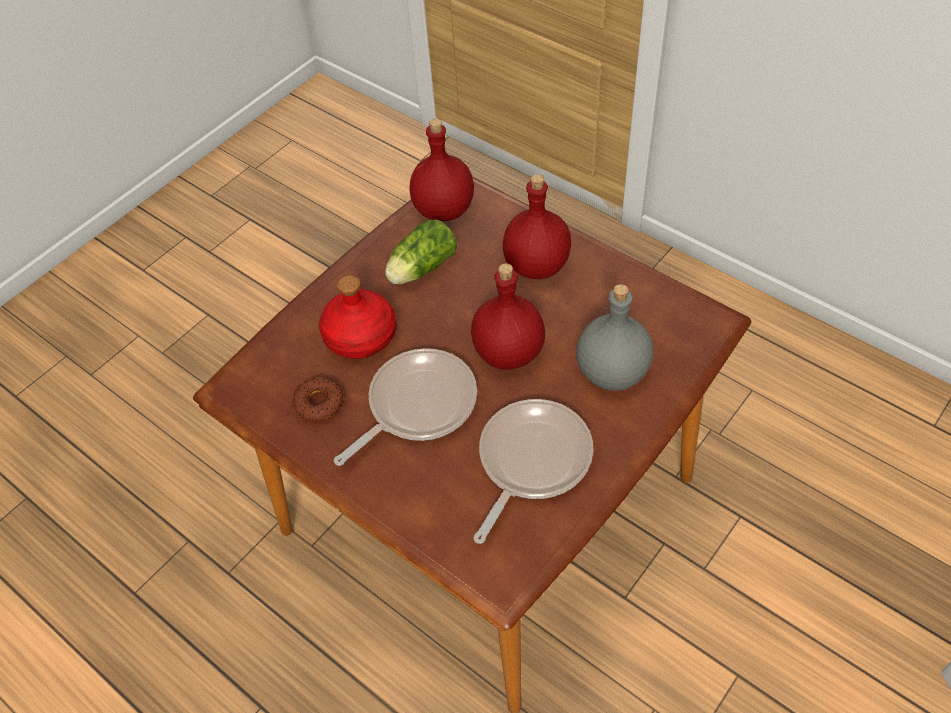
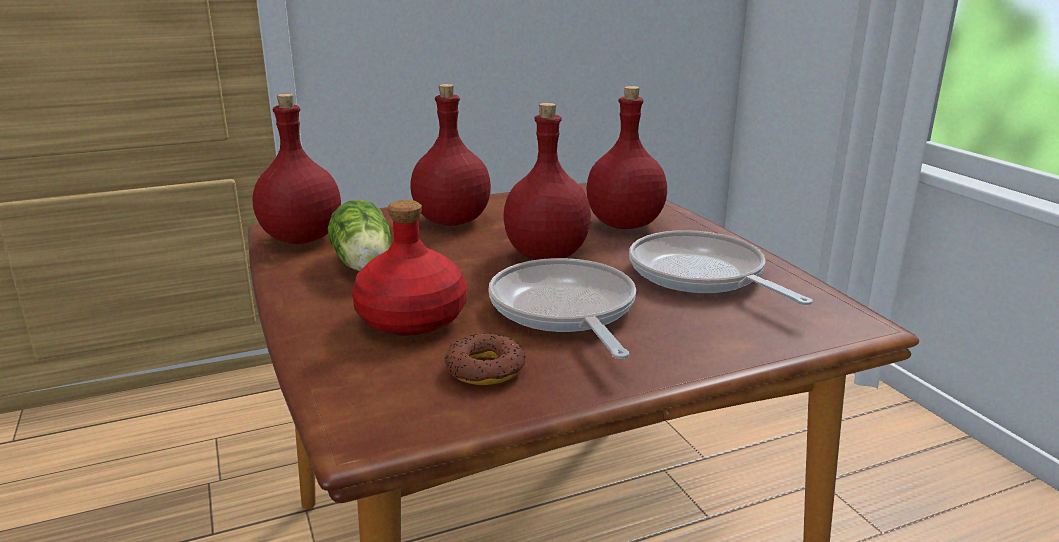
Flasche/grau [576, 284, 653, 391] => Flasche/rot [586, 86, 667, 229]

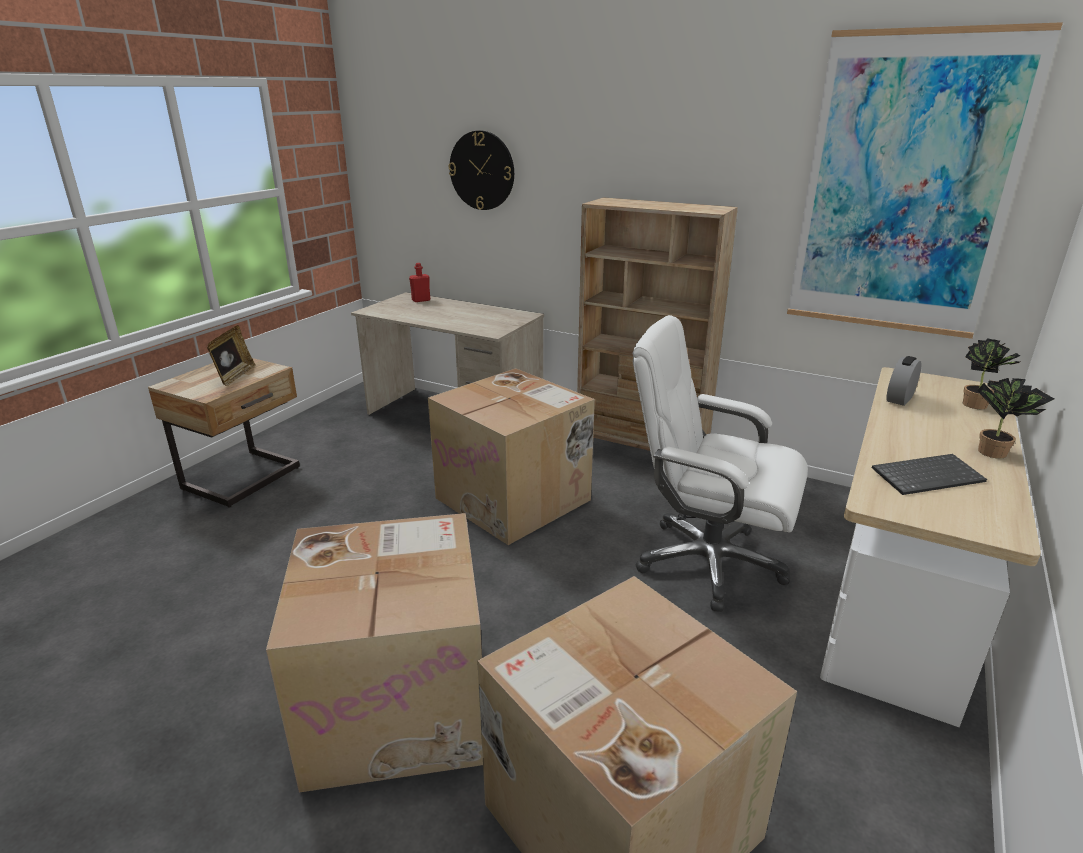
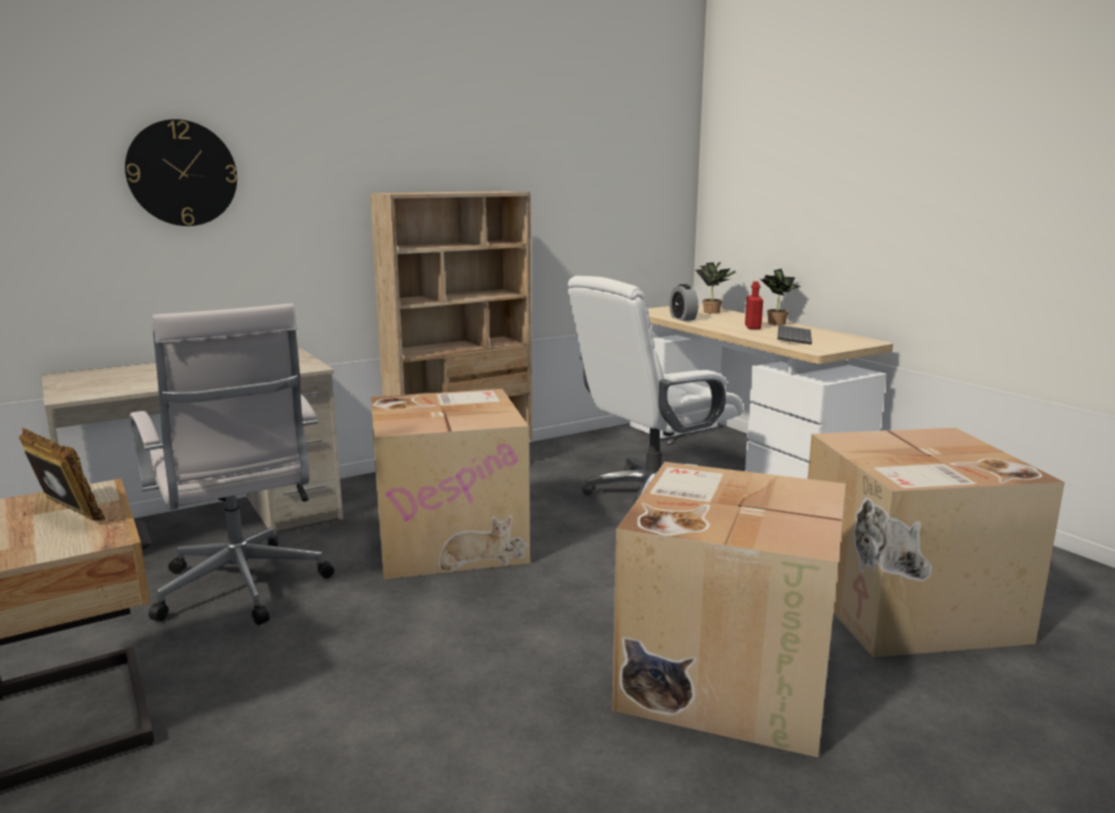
Bild [787, 22, 1063, 339] => nothing
nothing => Bürostuhl/weiß [130, 304, 334, 625]
Flasche/rot [409, 263, 430, 302] => Flasche/rot [745, 281, 763, 329], moved

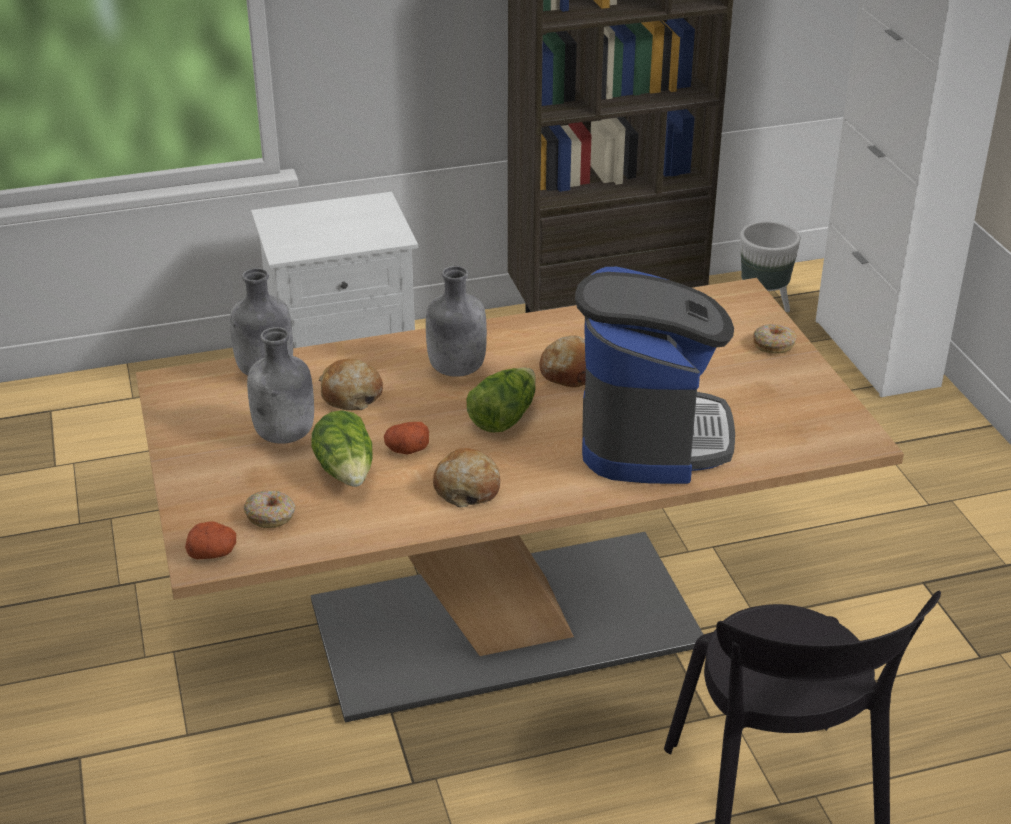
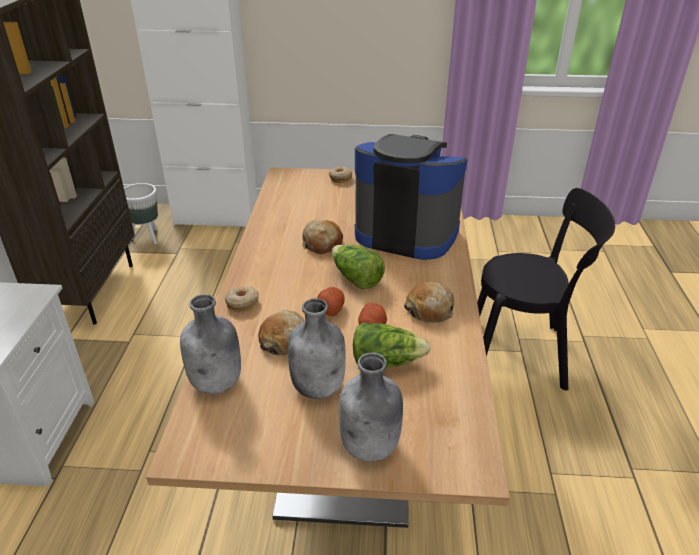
Kartoffel [185, 521, 236, 559] => Kartoffel [317, 287, 345, 316], moved
Donut [244, 491, 296, 528] => Donut [225, 287, 259, 312], moved
Flasche/grau [426, 266, 487, 377] => Flasche/grau [339, 352, 403, 461], moved

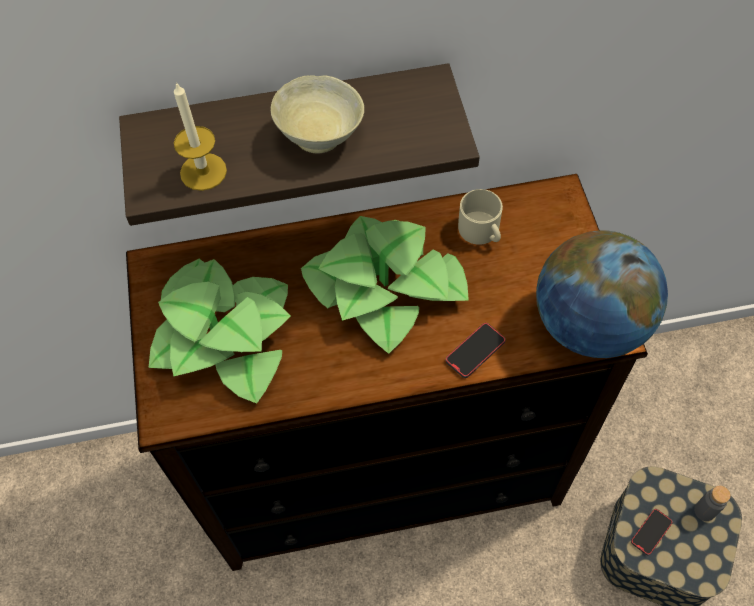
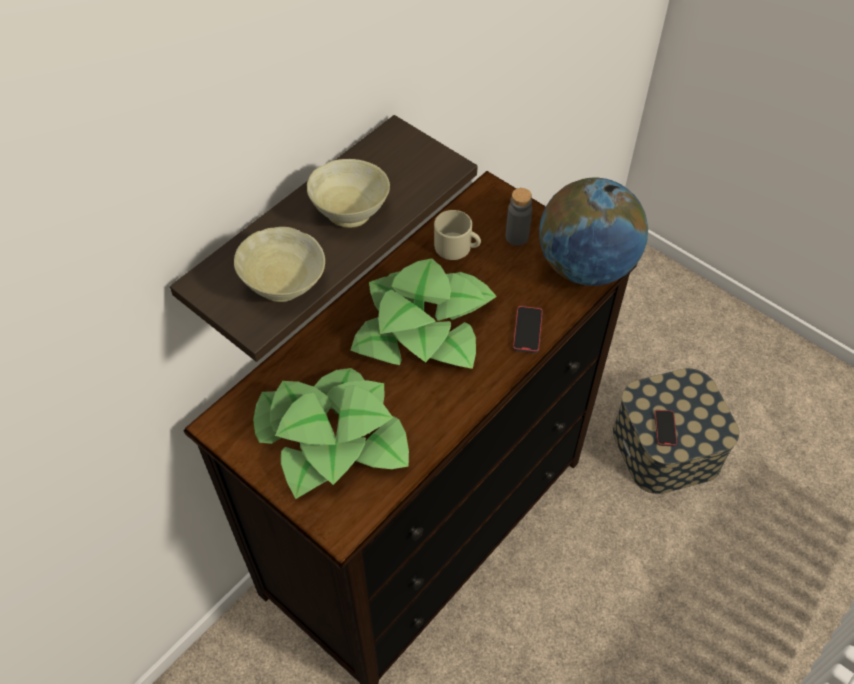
Flasche/grau [694, 485, 731, 521] => Flasche/grau [506, 188, 532, 246], moved
Kerze [174, 82, 227, 191] => Schüssel/beige [234, 227, 325, 302]

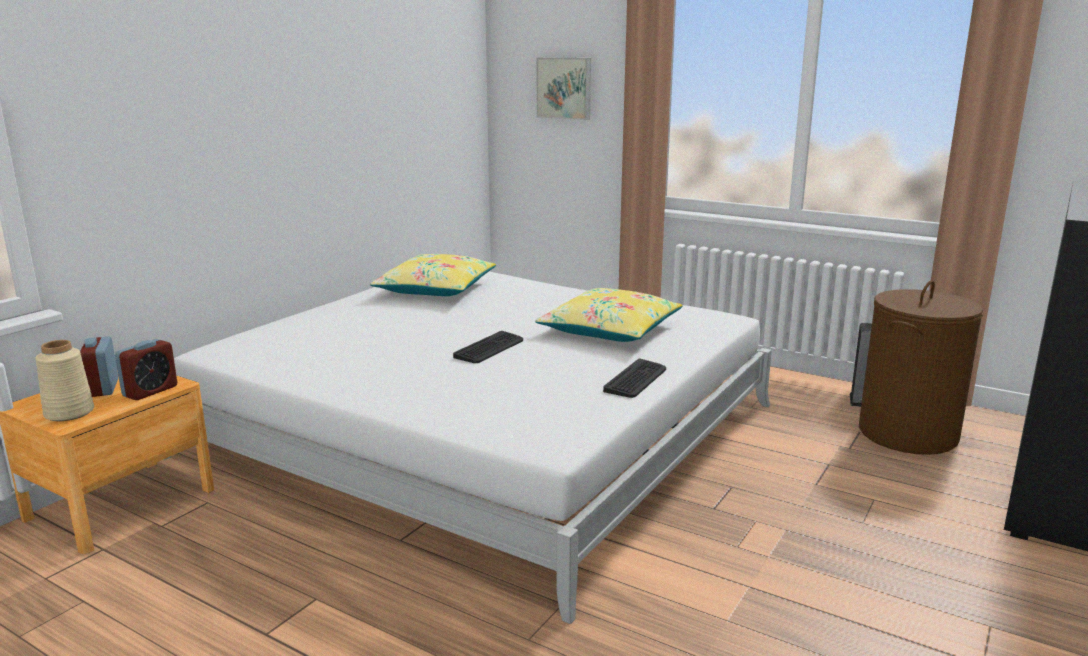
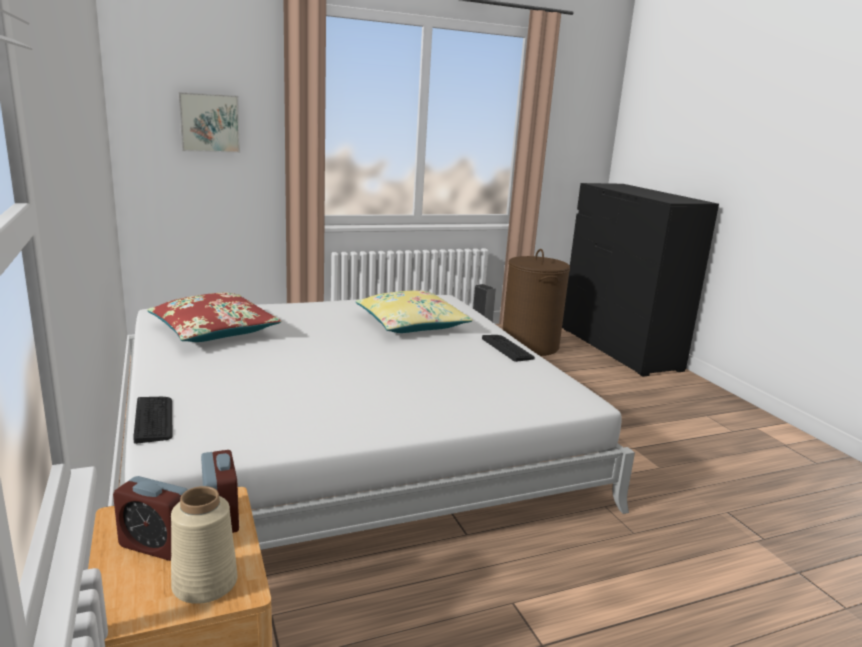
Tastatur [453, 331, 523, 363] => Tastatur [133, 397, 172, 444], moved
Kissen/gelb [370, 254, 496, 296] => Kissen/rot [147, 293, 281, 342]

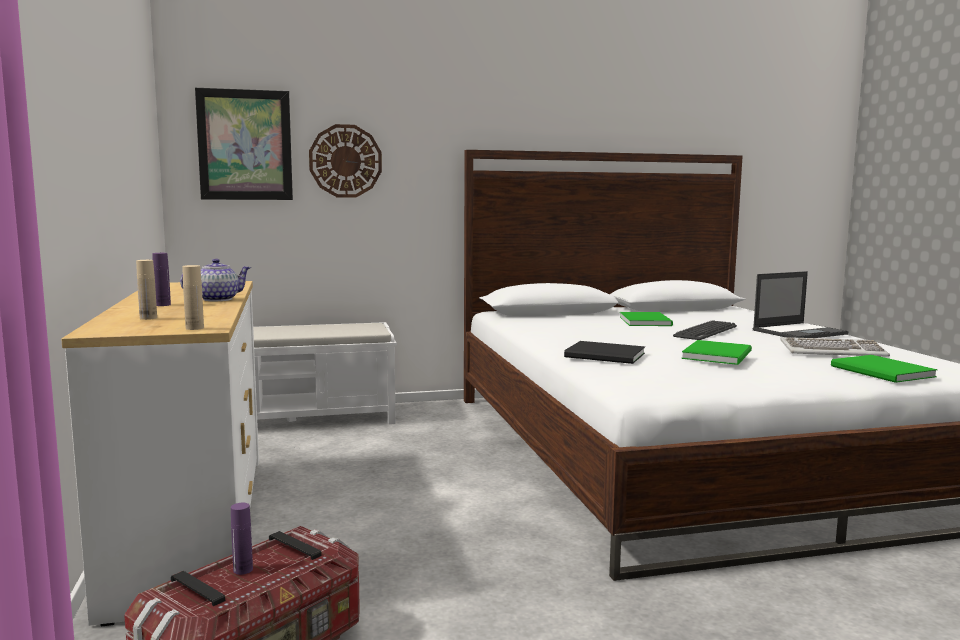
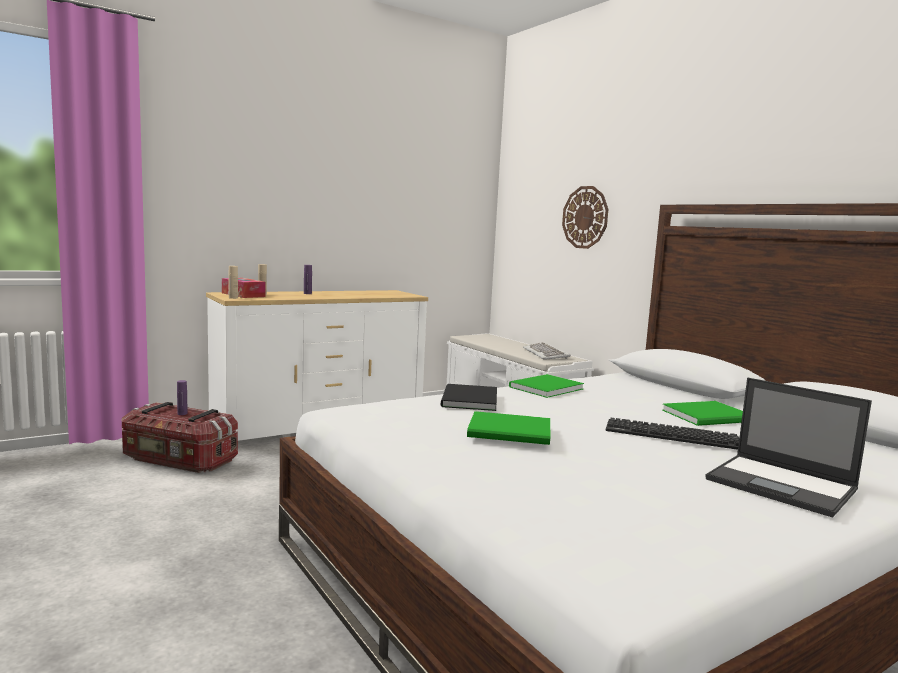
Teekanne [180, 259, 251, 301] => nothing
Bild [195, 88, 293, 200] => nothing
nothing => Taschentuchbox [222, 278, 265, 298]
Tastatur [780, 337, 890, 357] => Tastatur [523, 342, 571, 360], moved
Buch/grün [831, 355, 938, 383] => Buch/grün [509, 374, 584, 398], moved

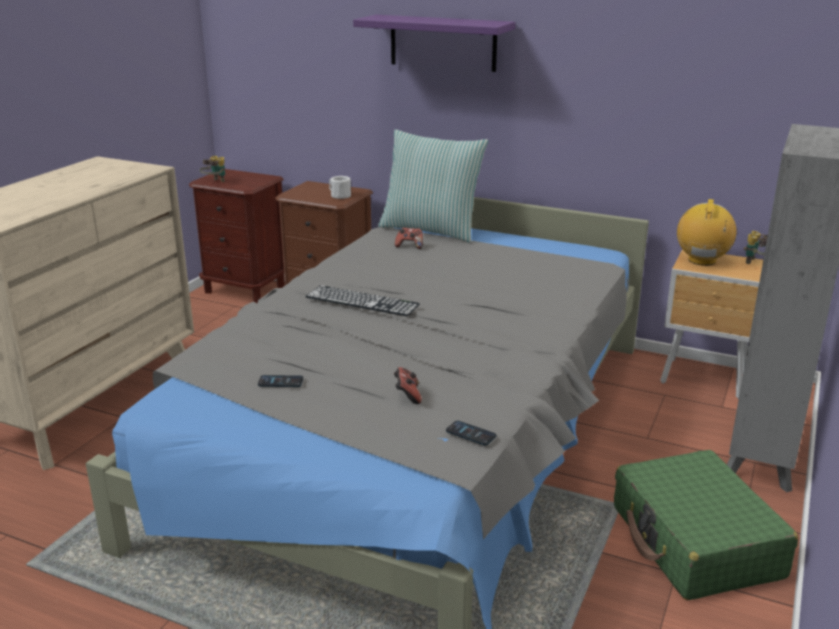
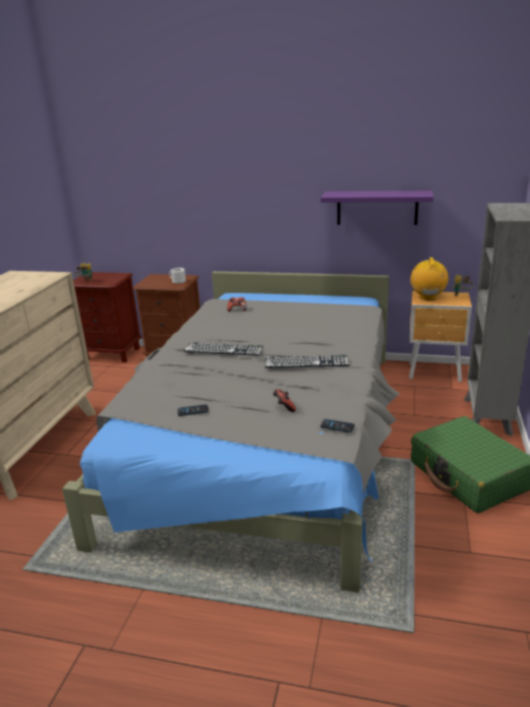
Kissen [378, 129, 488, 243] => nothing
nothing => Tastatur [265, 355, 349, 368]
Wandregal/lila [353, 15, 515, 72] => Wandregal/lila [320, 190, 433, 225], moved

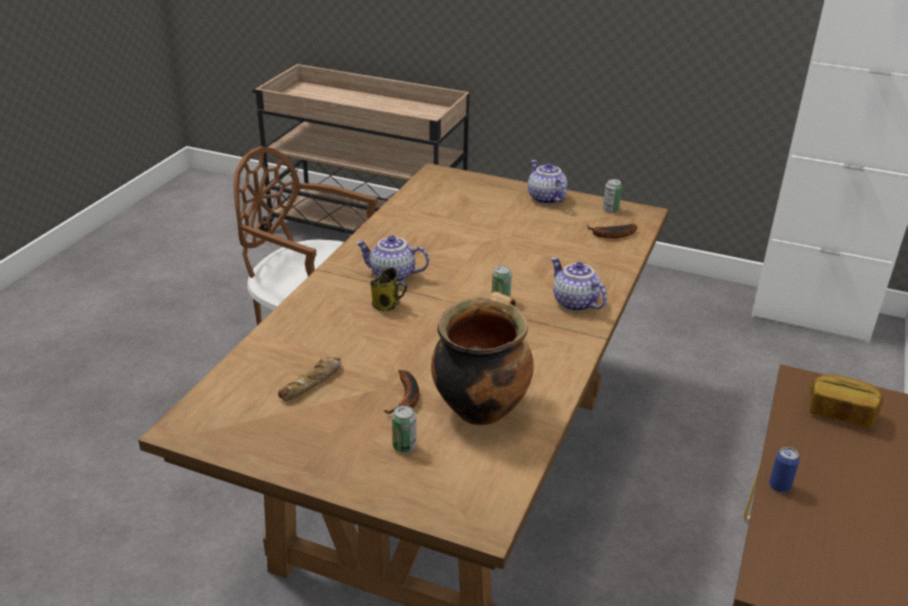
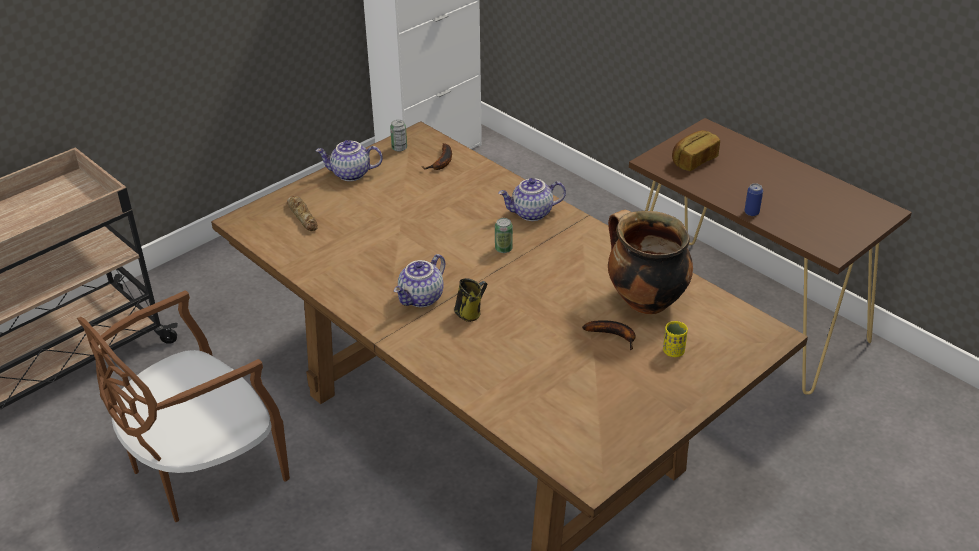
Brot [278, 356, 341, 401] => Brot [286, 196, 318, 231], moved
Dose [392, 405, 416, 453] => Tasse/gelb [663, 321, 688, 357]

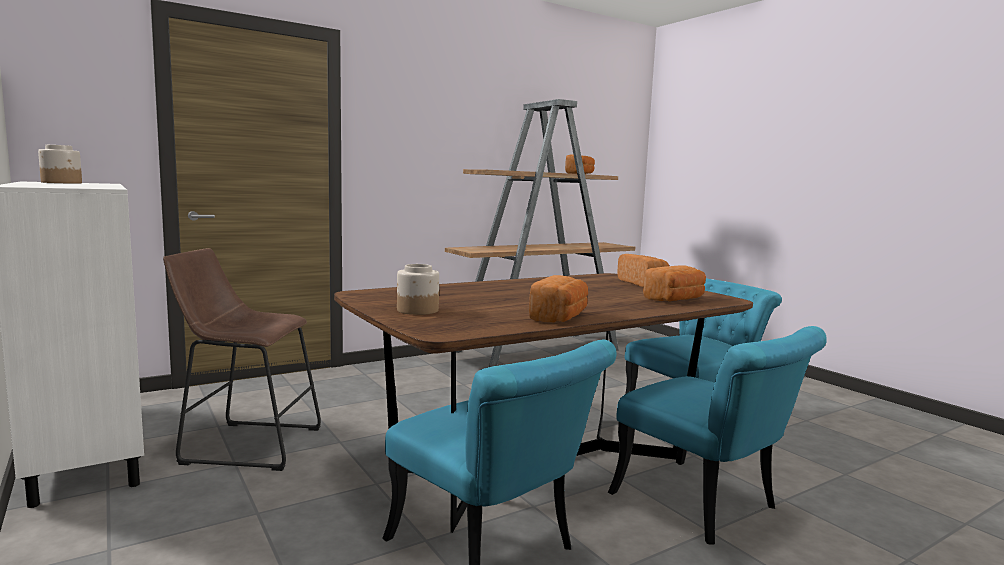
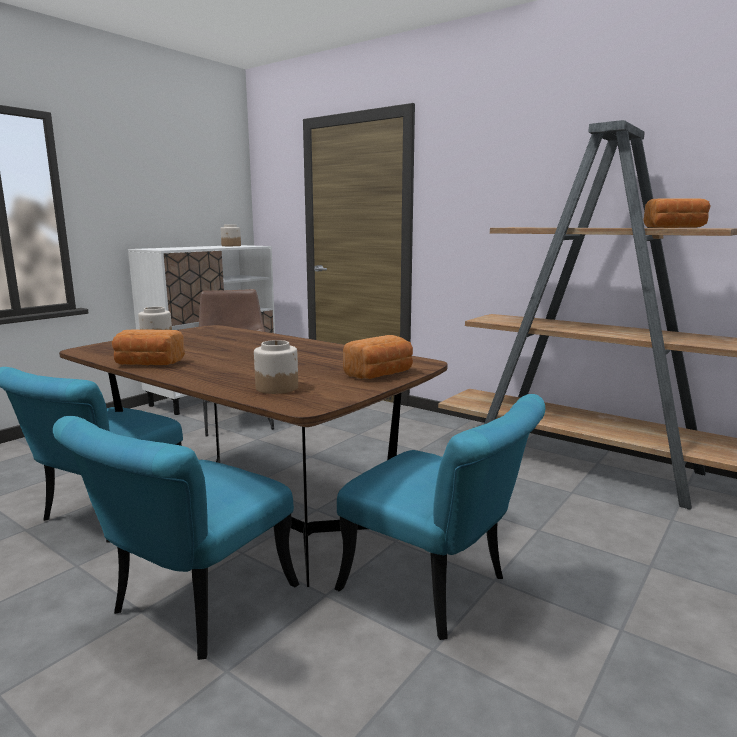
Brot [643, 265, 706, 302] => Vorratsglas [254, 340, 298, 394]

